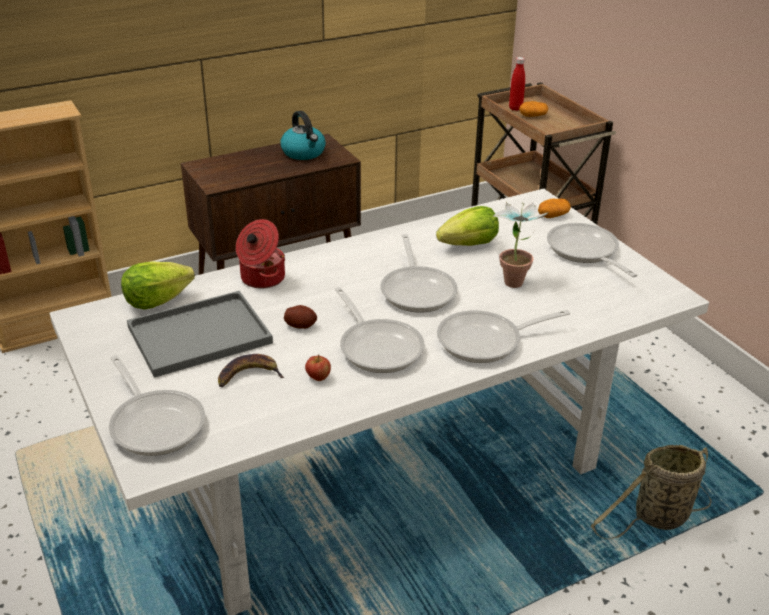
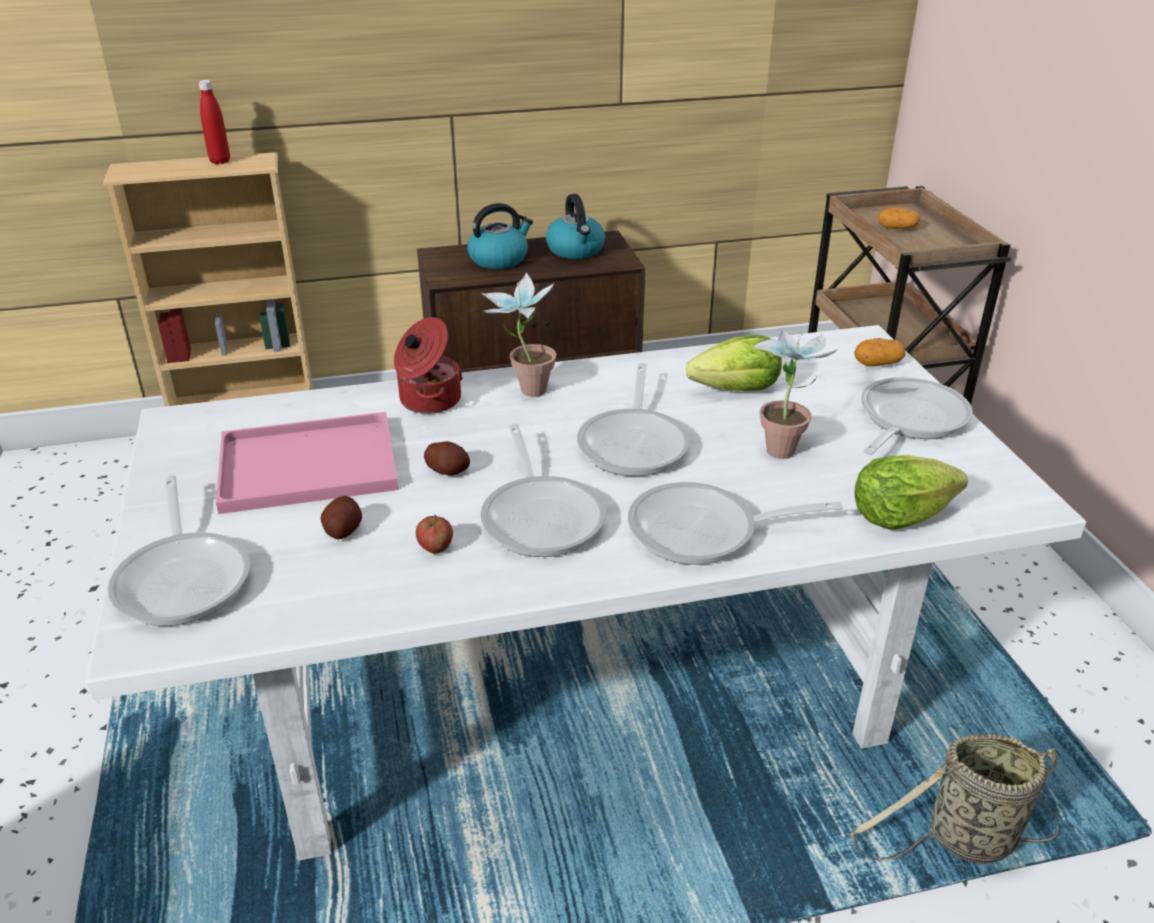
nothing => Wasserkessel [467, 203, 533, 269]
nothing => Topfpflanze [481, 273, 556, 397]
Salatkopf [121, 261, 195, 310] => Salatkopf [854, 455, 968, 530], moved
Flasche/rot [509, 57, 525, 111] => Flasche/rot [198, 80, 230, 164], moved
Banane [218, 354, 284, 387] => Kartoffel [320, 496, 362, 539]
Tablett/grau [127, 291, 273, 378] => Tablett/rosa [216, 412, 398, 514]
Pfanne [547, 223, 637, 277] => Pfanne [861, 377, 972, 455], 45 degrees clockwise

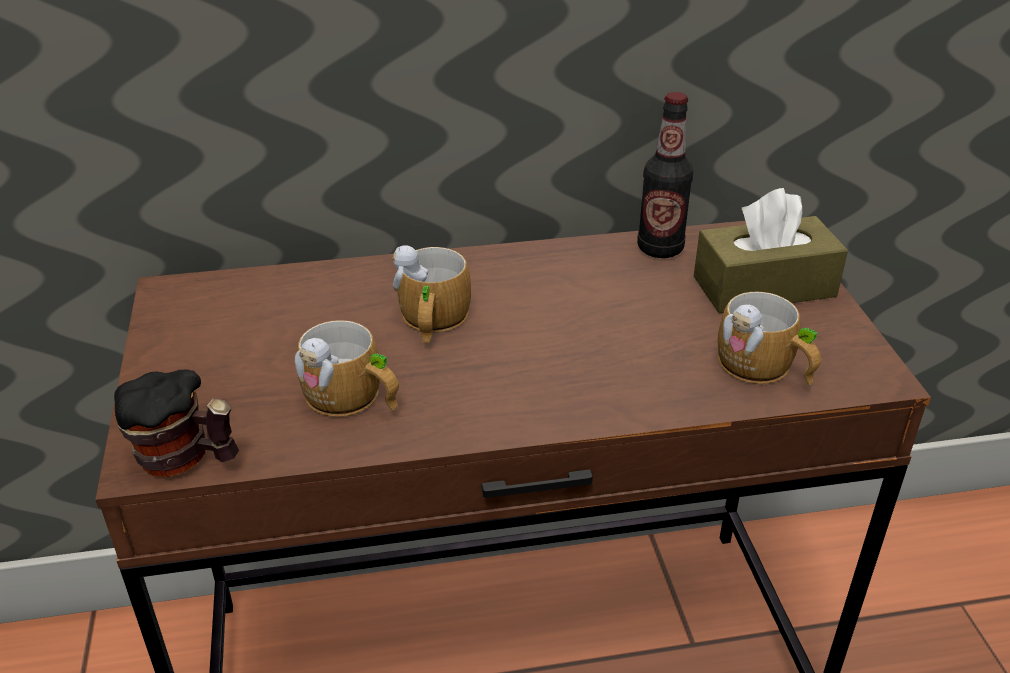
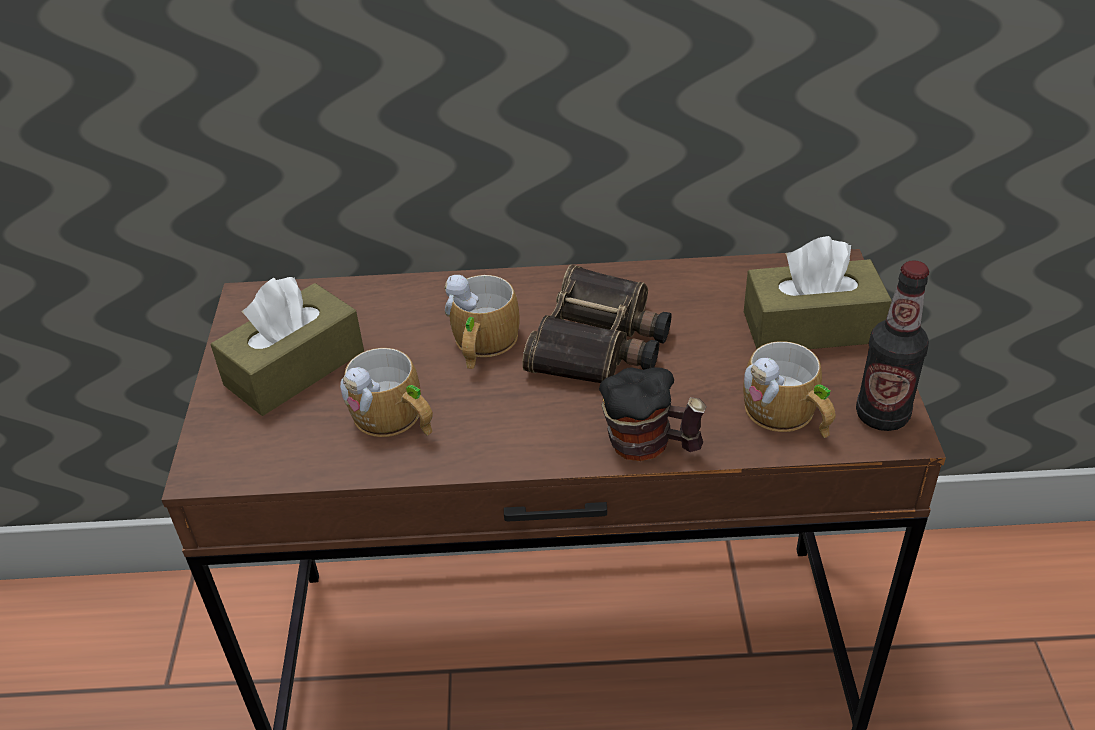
nothing => Taschentuchbox/braun [211, 277, 364, 416]
nothing => Fernglas [522, 264, 672, 383]
Henkelbecher [114, 370, 239, 477] => Henkelbecher [599, 367, 707, 461], moved
Flasche [637, 92, 694, 258] => Flasche [856, 260, 929, 431], moved

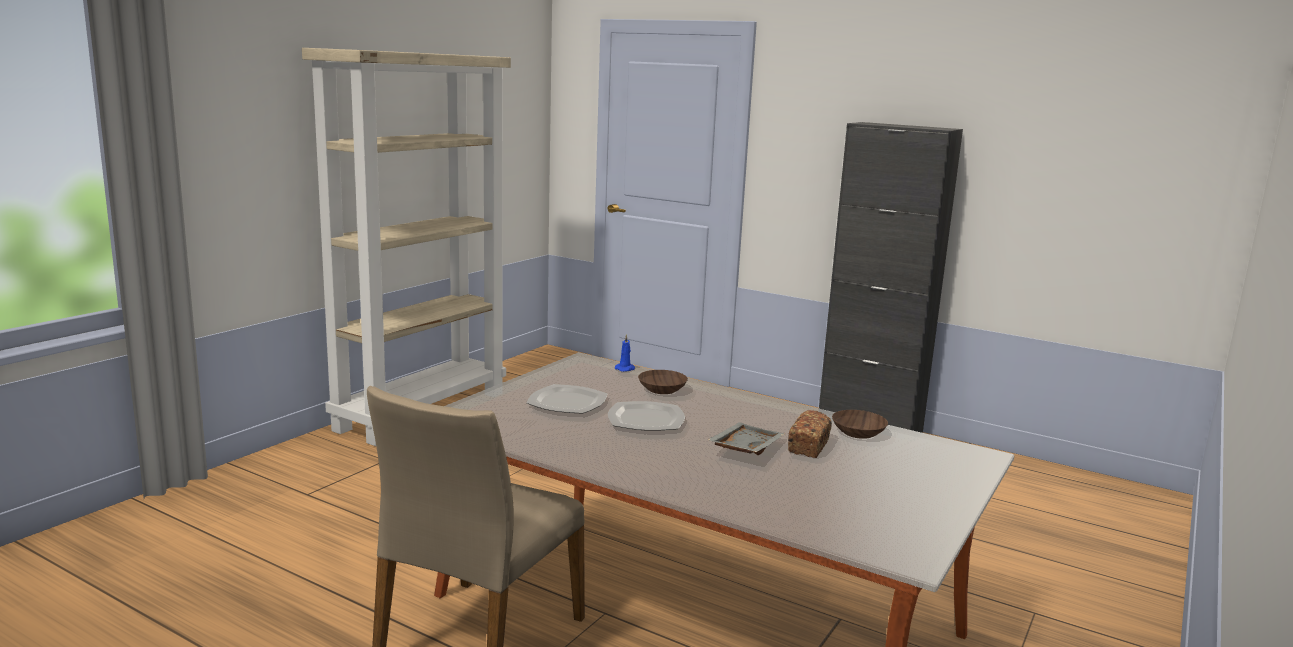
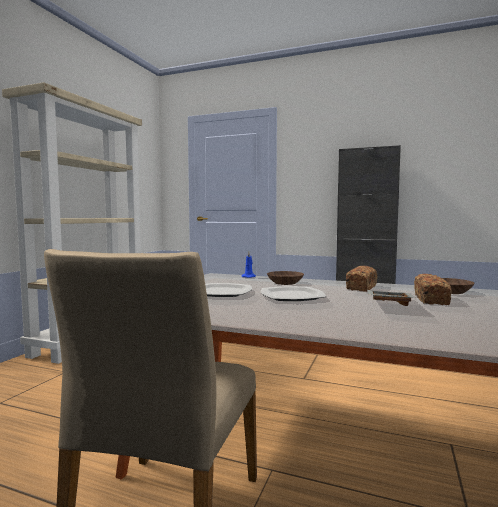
nothing => Brot [346, 266, 377, 292]

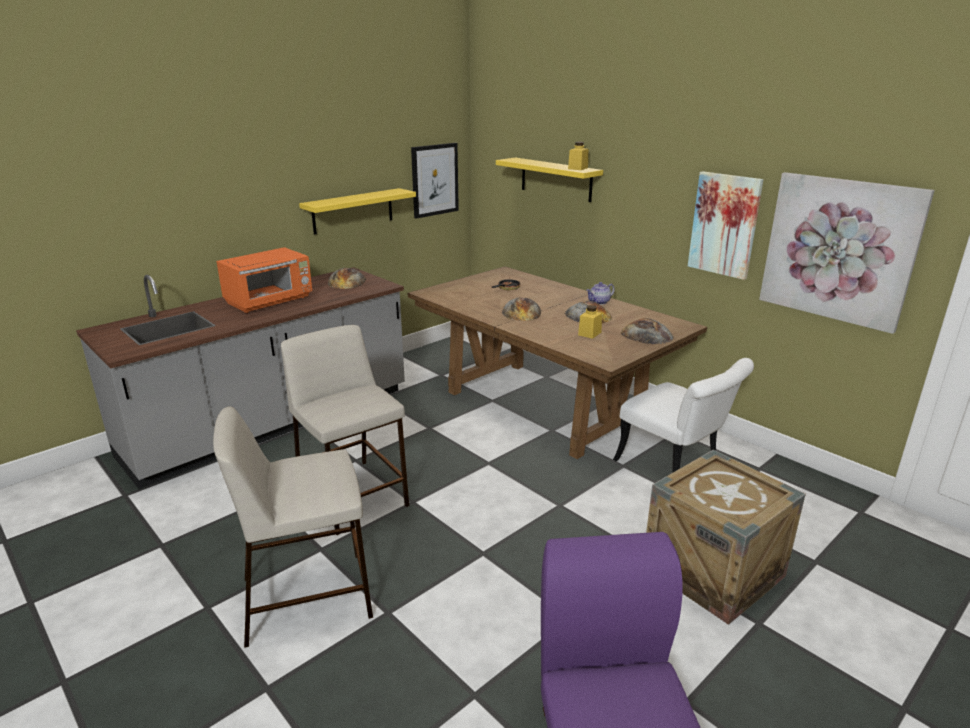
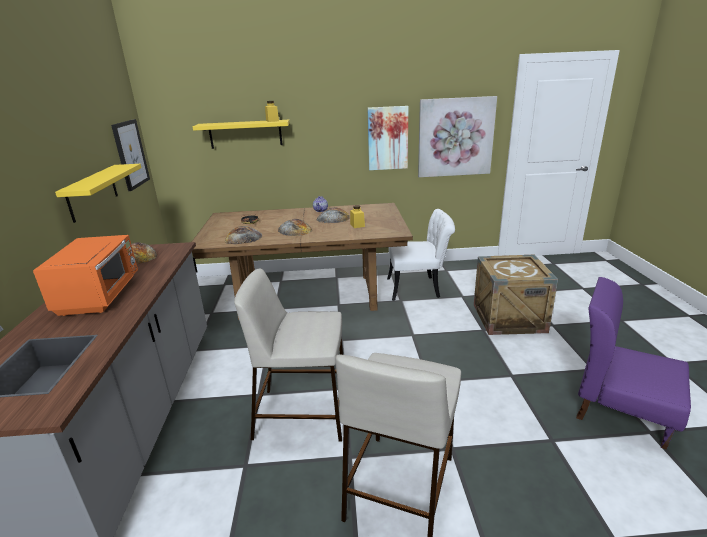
Brot [621, 318, 673, 344] => Brot [225, 226, 263, 244], moved

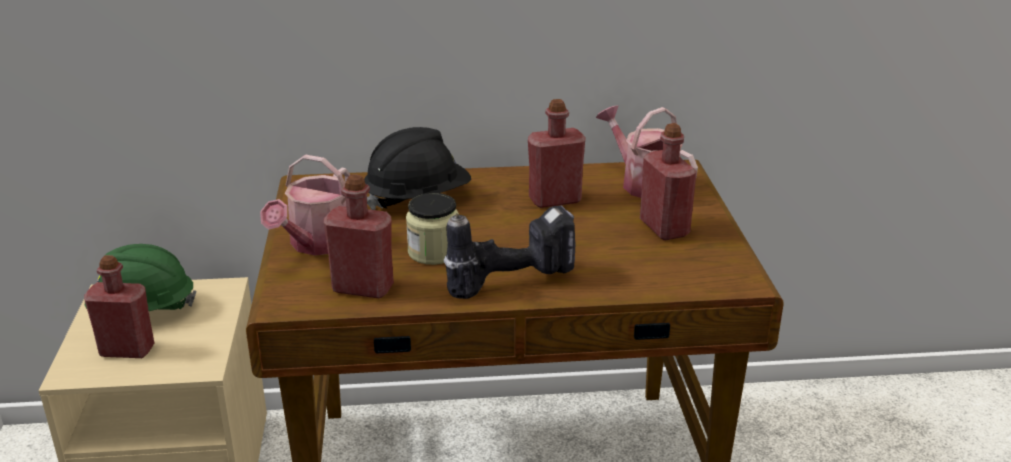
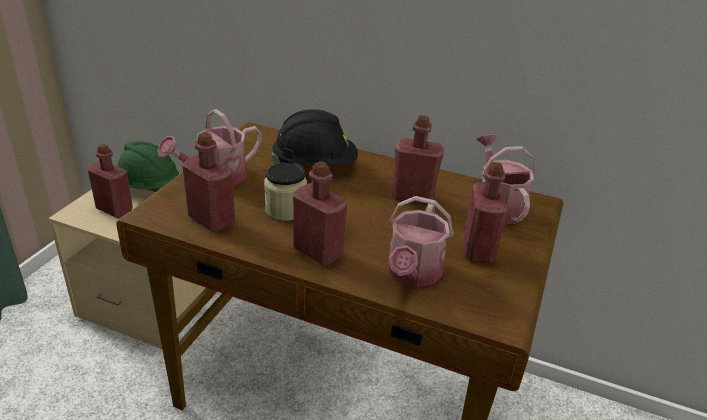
nothing => Gießkanne [388, 196, 454, 287]
Bohrmaschine [444, 205, 576, 299] => Flasche/rot [293, 161, 347, 266]

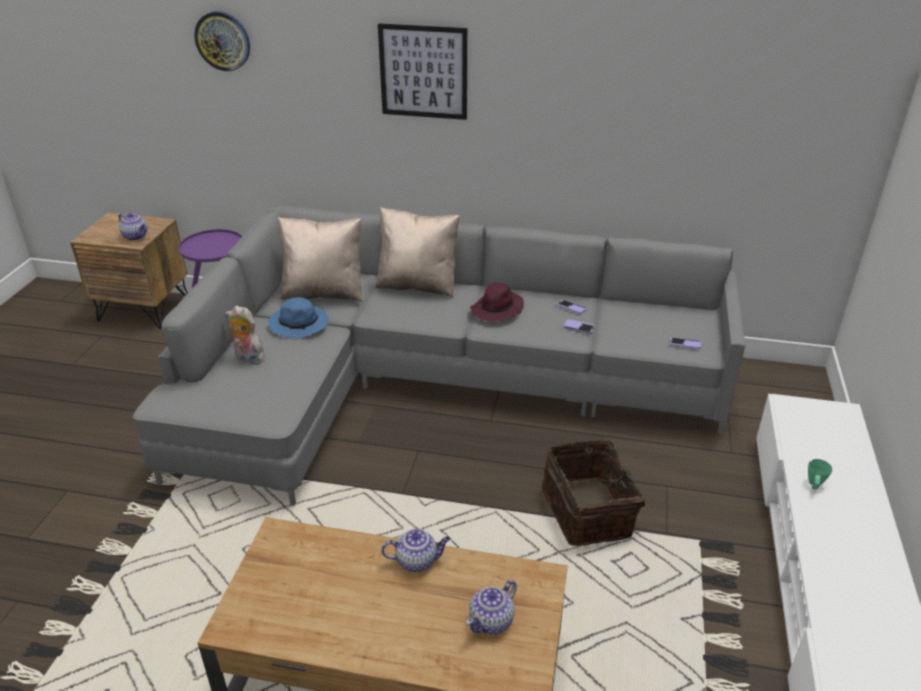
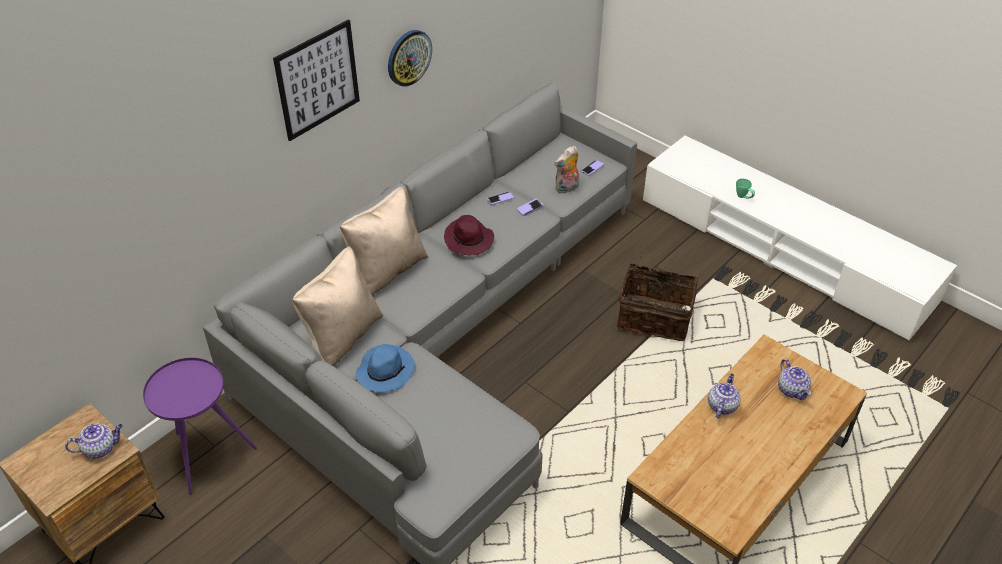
Wanduhr [194, 11, 250, 71] => Wanduhr [388, 30, 432, 87], moved
Plüschtier [225, 306, 265, 365] => Plüschtier [554, 146, 579, 194], moved

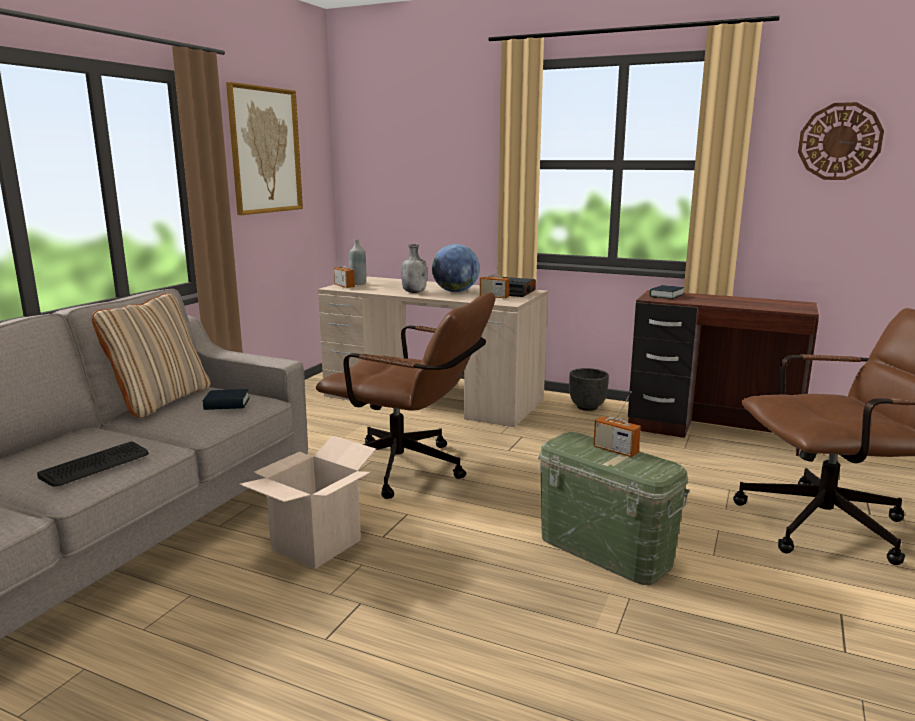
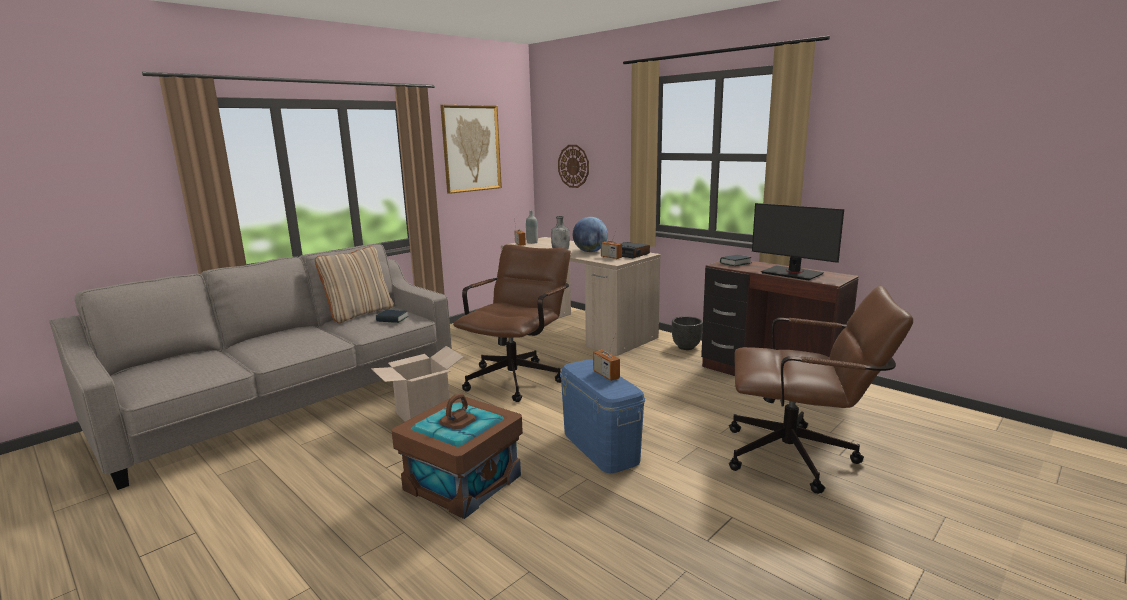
Tastatur [37, 442, 149, 487] => nothing
nothing => Aufbewahrungsbox/braun [392, 394, 523, 519]
nothing => Monitor [752, 203, 844, 280]
Wanduhr [798, 102, 884, 180] => Wanduhr [558, 145, 589, 188], moved
Aufbewahrungsbox/grün [538, 432, 690, 585] => Aufbewahrungsbox/blau [560, 359, 645, 473]
Bürostuhl/braun [316, 292, 495, 499] => Bürostuhl/braun [453, 244, 571, 402], 105 degrees counterclockwise

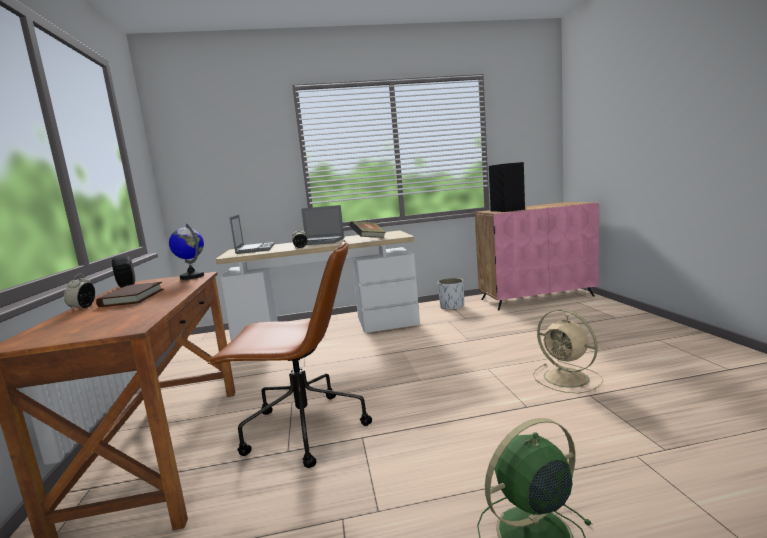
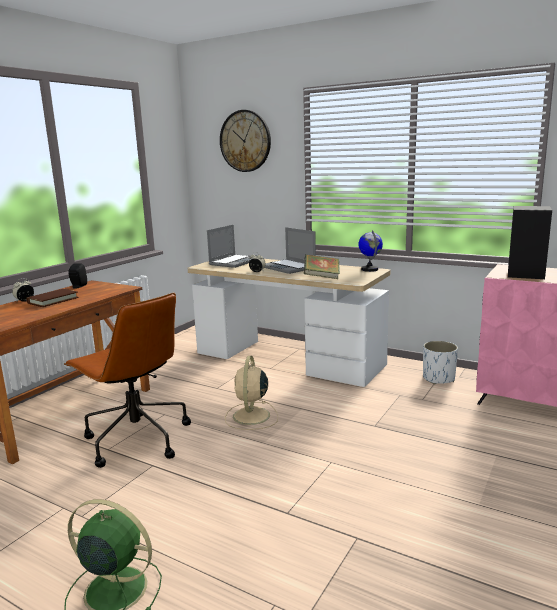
nothing => Wanduhr [220, 110, 271, 172]
Globus [169, 223, 204, 280] => Globus [358, 230, 383, 272], moved
Ventilator/beige [533, 309, 603, 393] => Ventilator/beige [225, 356, 278, 430], moved

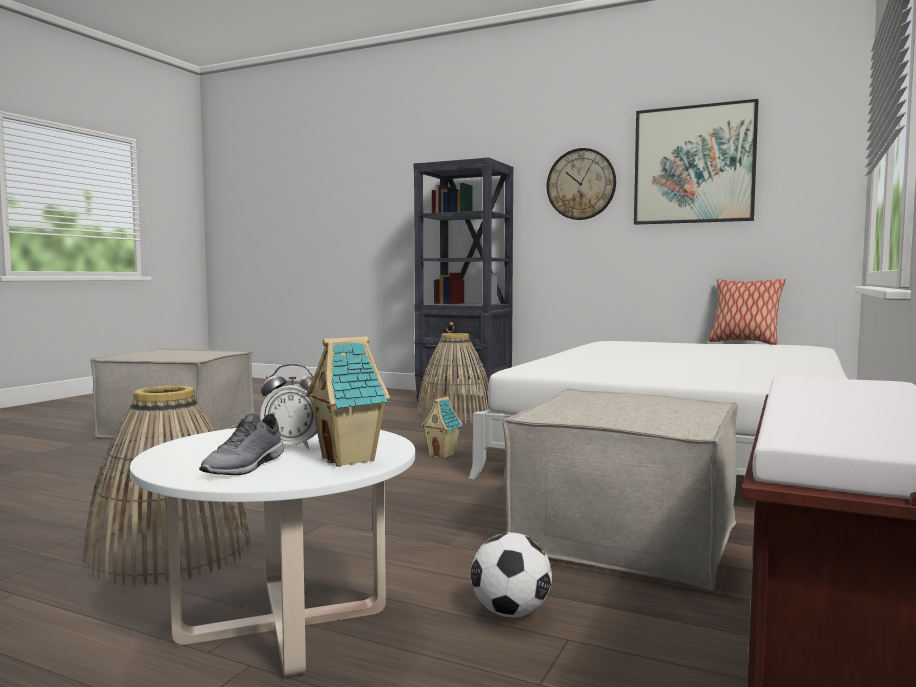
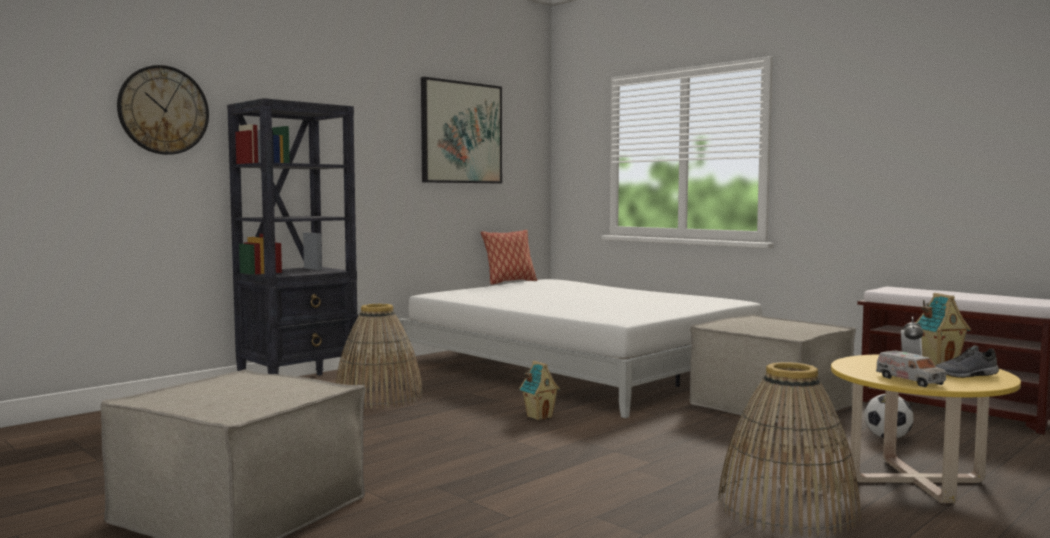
nothing => Spielzeuglaster [876, 350, 947, 387]
Wanduhr [547, 148, 616, 220] => Wanduhr [117, 65, 209, 155], moved
Couchtisch/weiß [130, 428, 415, 677] => Couchtisch/gelb [831, 354, 1021, 503]
Schuh/grau [199, 413, 284, 475] => Schuh/grau [935, 345, 999, 378], 135 degrees clockwise

